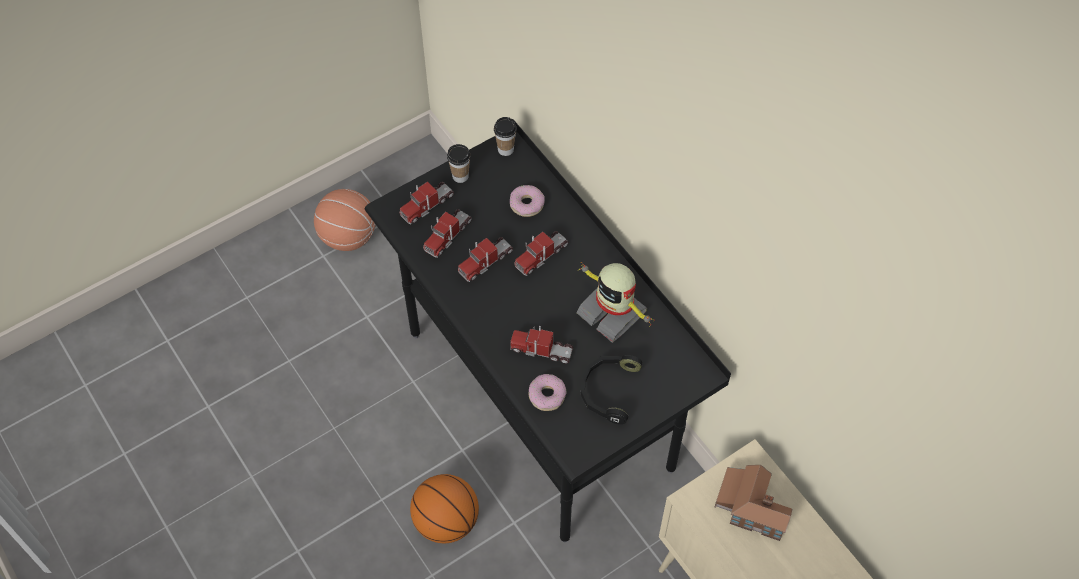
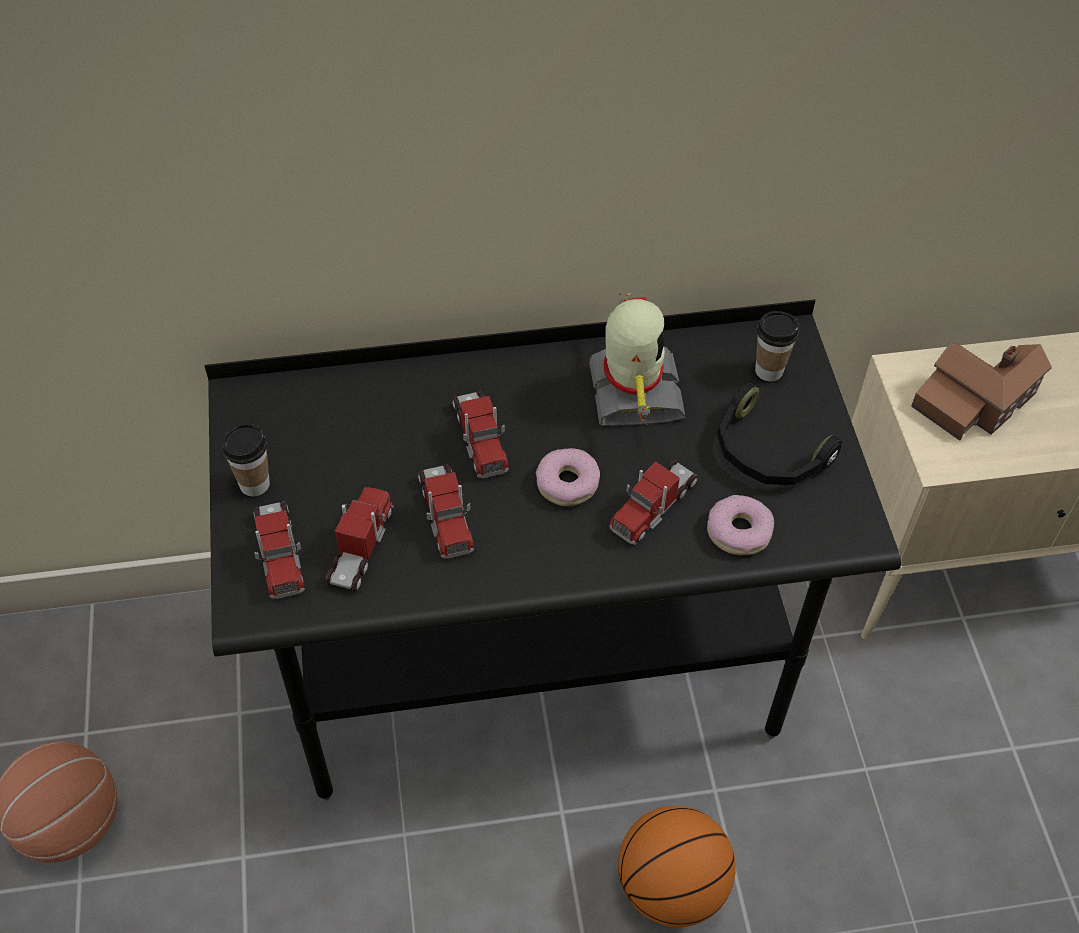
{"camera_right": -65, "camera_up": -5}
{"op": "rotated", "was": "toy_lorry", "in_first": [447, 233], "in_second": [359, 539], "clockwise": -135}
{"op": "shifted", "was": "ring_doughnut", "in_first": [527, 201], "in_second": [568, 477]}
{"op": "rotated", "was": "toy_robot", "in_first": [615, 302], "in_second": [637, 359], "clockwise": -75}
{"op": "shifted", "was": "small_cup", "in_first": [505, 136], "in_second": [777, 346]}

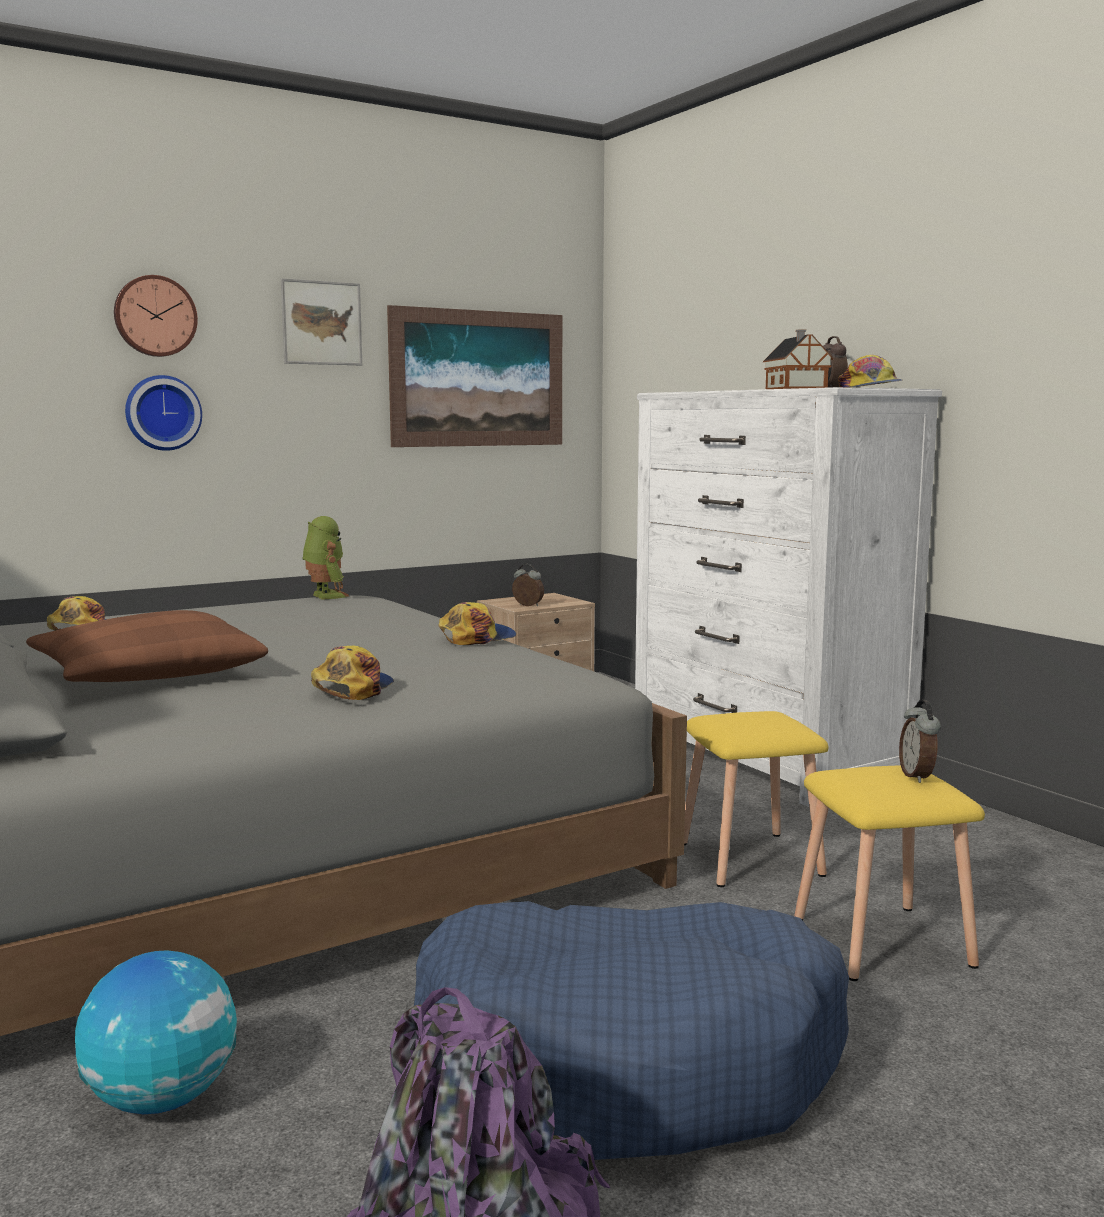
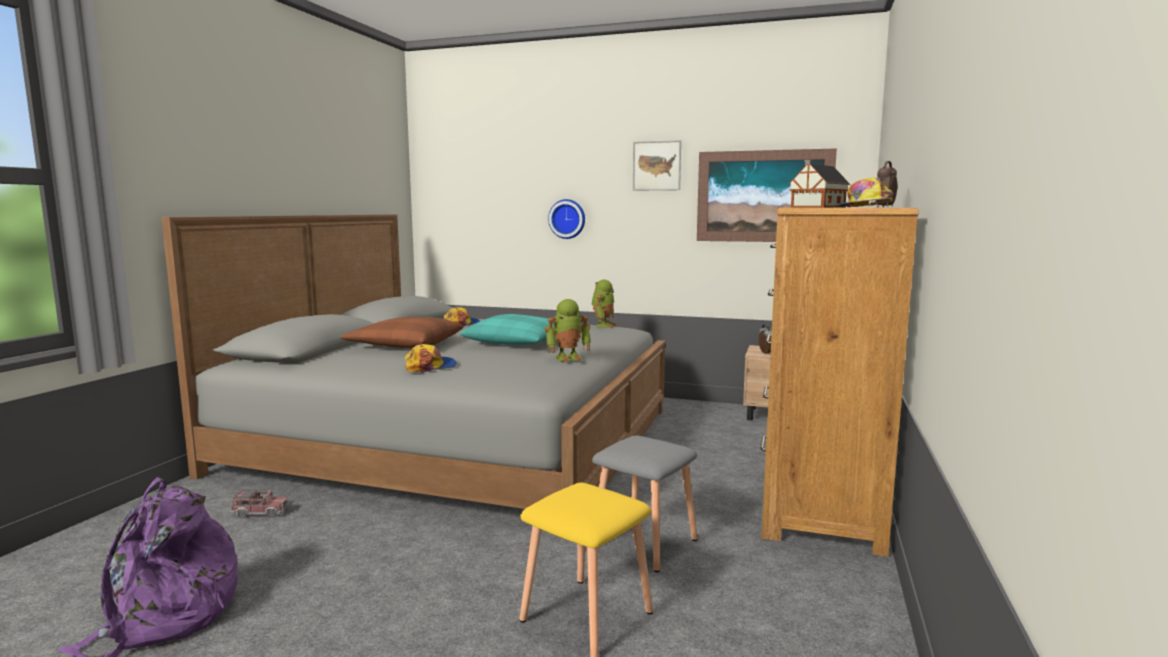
{"camera_right": 50, "camera_up": 0}
{"op": "swapped", "was": "world_globe", "now": "toy_lorry", "in_first": [156, 1032], "in_second": [260, 504]}
{"op": "new", "now": "turquoise_throw_pillow", "in_second": [507, 329]}
{"op": "swapped", "was": "baseball_cap", "now": "toy_robot", "in_first": [477, 623], "in_second": [568, 330]}
{"op": "repainted", "was": "yellowish_sitting_stool", "now": "greyish_sitting_stool", "in_first": [756, 799], "in_second": [645, 504]}
{"op": "repainted", "was": "whitish_drawer_chest", "now": "brown-coloured_drawer_chest", "in_first": [788, 597], "in_second": [839, 382]}
{"op": "gone", "was": "clock_on_the_wall", "in_first": [156, 316]}
{"op": "gone", "was": "blue_pet_bed", "in_first": [631, 1030]}
{"op": "gone", "was": "alarm_clock", "in_first": [920, 741]}

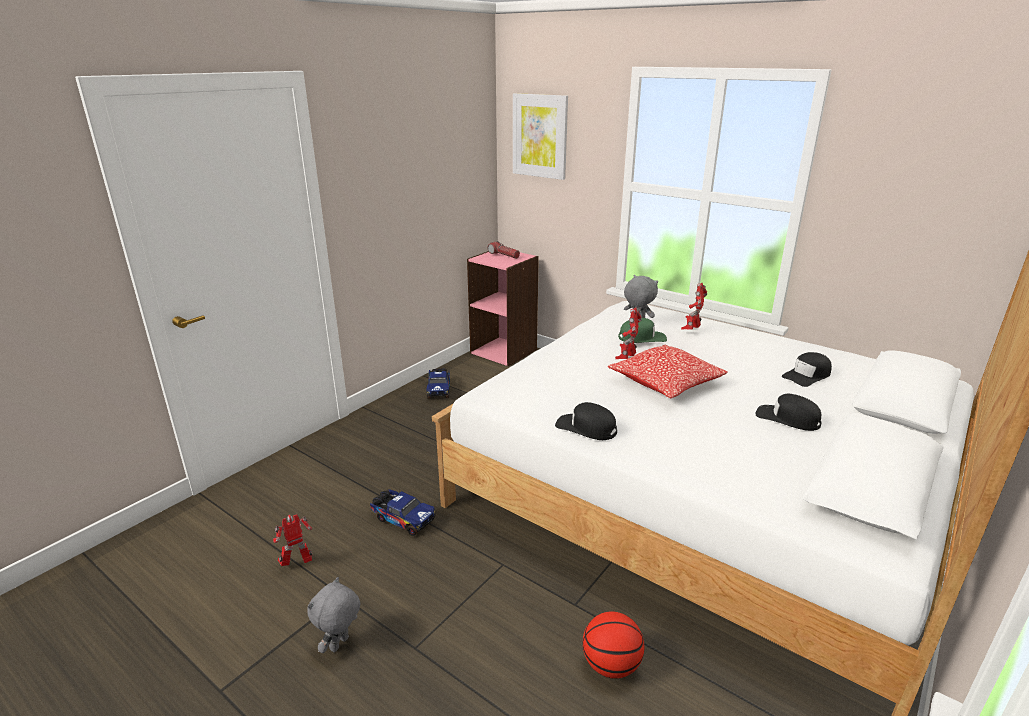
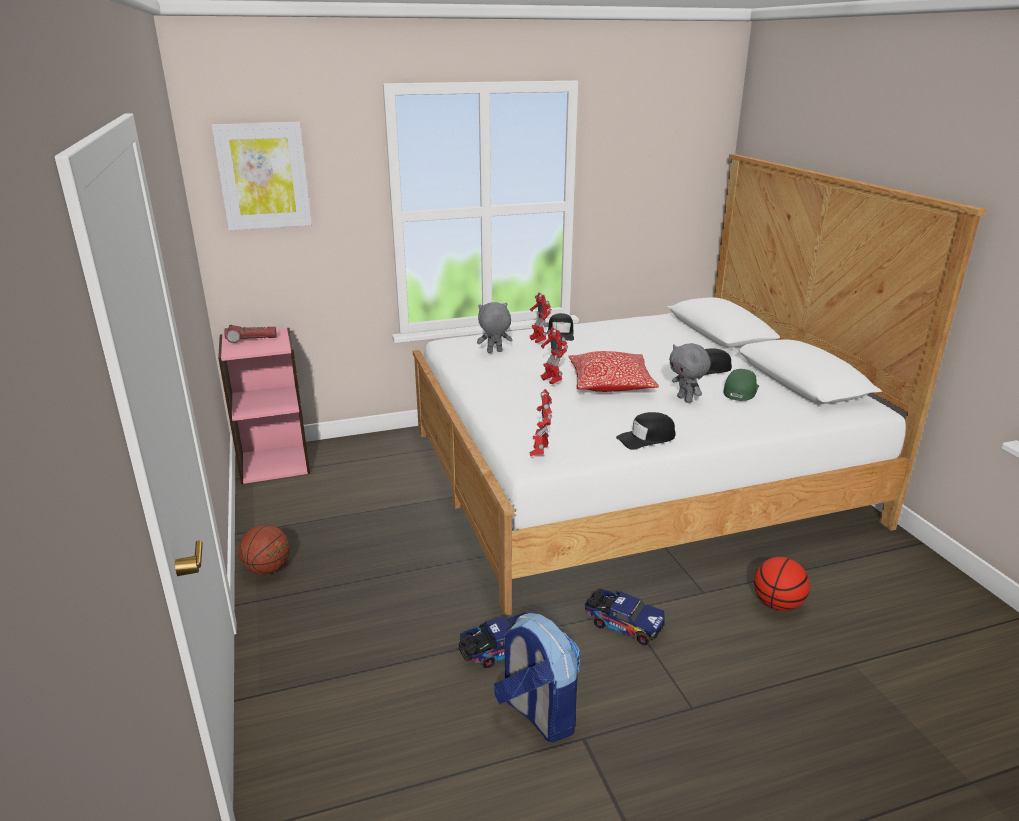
{"camera_right": -55, "camera_up": 0}
{"op": "new", "now": "ball_for_basketball", "in_second": [264, 550]}
{"op": "new", "now": "knapsack", "in_second": [537, 678]}
{"op": "shifted", "was": "toy_robot", "in_first": [292, 540], "in_second": [541, 422]}
{"op": "shifted", "was": "blackish_baseball_cap", "in_first": [807, 369], "in_second": [561, 327]}
{"op": "shifted", "was": "toy_lorry", "in_first": [438, 383], "in_second": [625, 617]}
{"op": "shifted", "was": "greyish_soft_toy", "in_first": [333, 615], "in_second": [690, 373]}
{"op": "shifted", "was": "greenish_baseball_cap", "in_first": [642, 330], "in_second": [741, 385]}

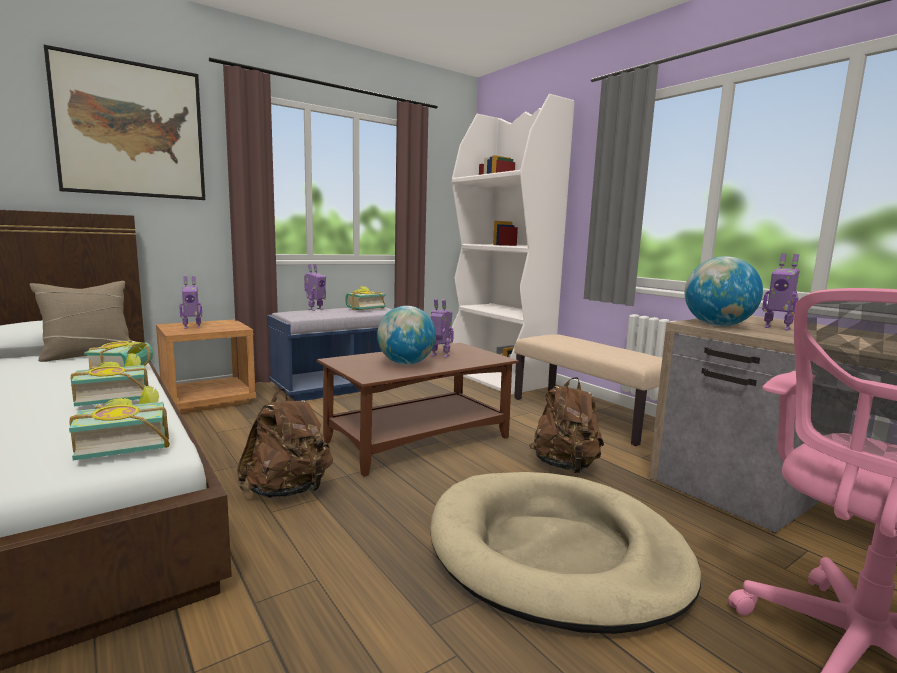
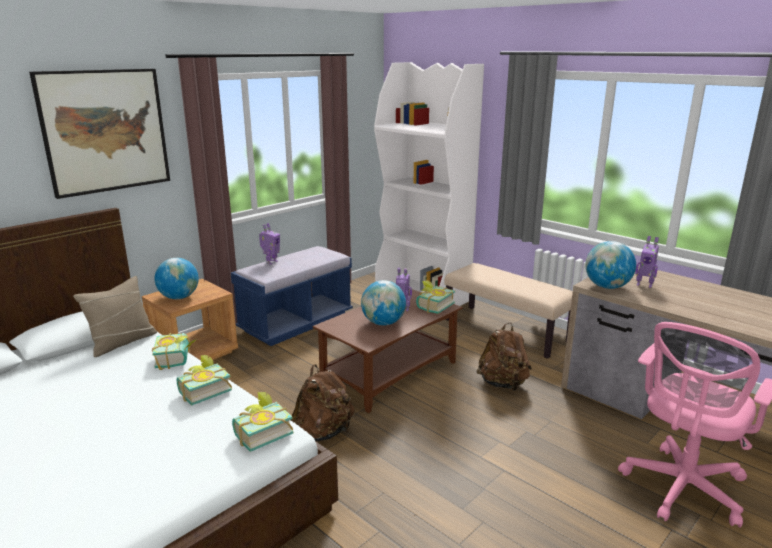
{"camera_right": -10, "camera_up": 10}
{"op": "swapped", "was": "toy_robot", "now": "world_globe", "in_first": [190, 302], "in_second": [177, 278]}
{"op": "shifted", "was": "volume", "in_first": [365, 298], "in_second": [435, 297]}
{"op": "gone", "was": "beige_pet_bed", "in_first": [565, 553]}

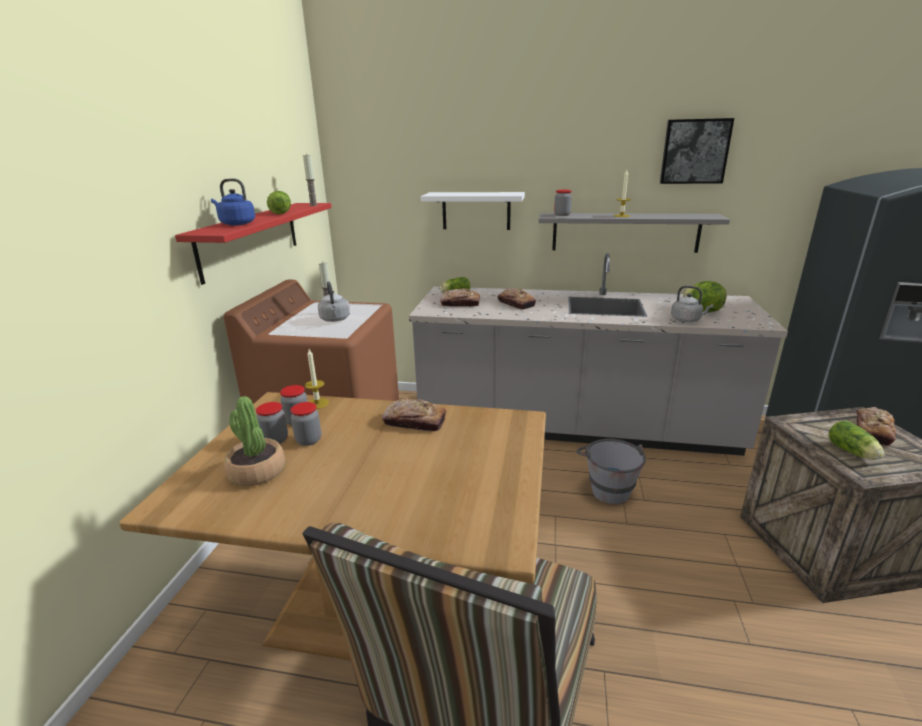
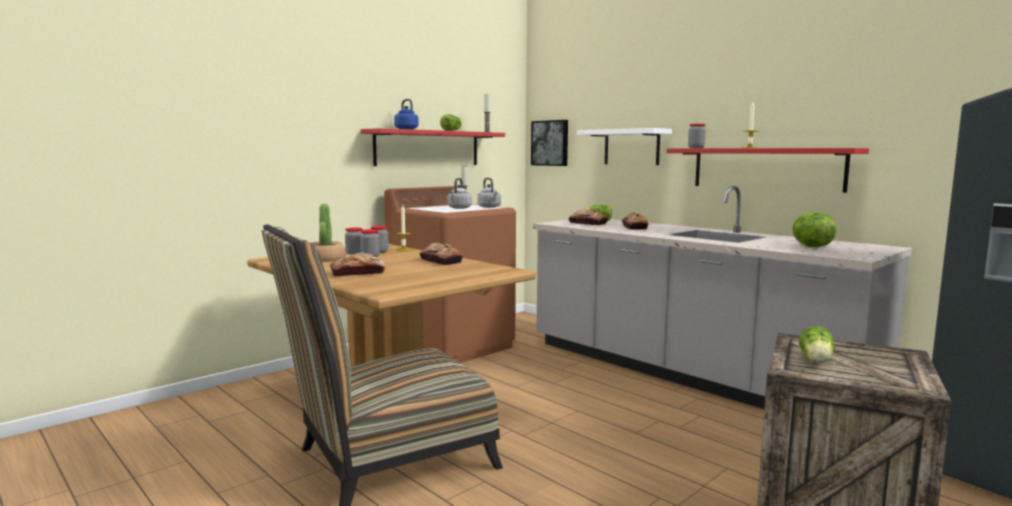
{"camera_right": 35, "camera_up": -15}
{"op": "shifted", "was": "bakery_bread", "in_first": [876, 427], "in_second": [357, 264]}
{"op": "shifted", "was": "greyish_kettle", "in_first": [692, 304], "in_second": [489, 193]}
{"op": "shifted", "was": "wall_art", "in_first": [697, 151], "in_second": [549, 143]}
{"op": "repainted", "was": "greyish_wall_shelf", "now": "red_wall_shelf", "in_first": [634, 233], "in_second": [768, 170]}
{"op": "gone", "was": "greyish_pail", "in_first": [611, 472]}

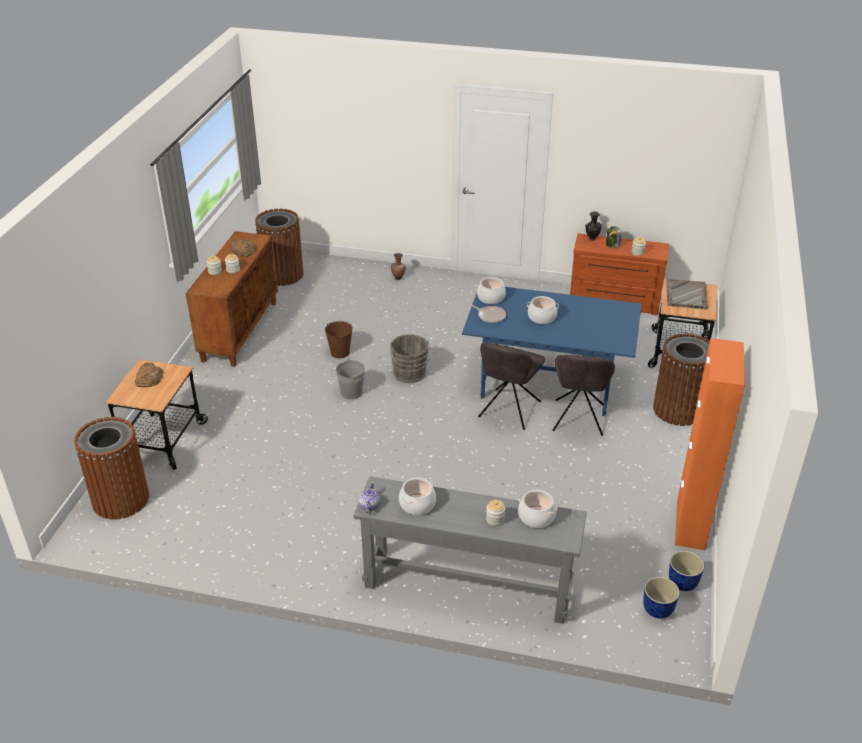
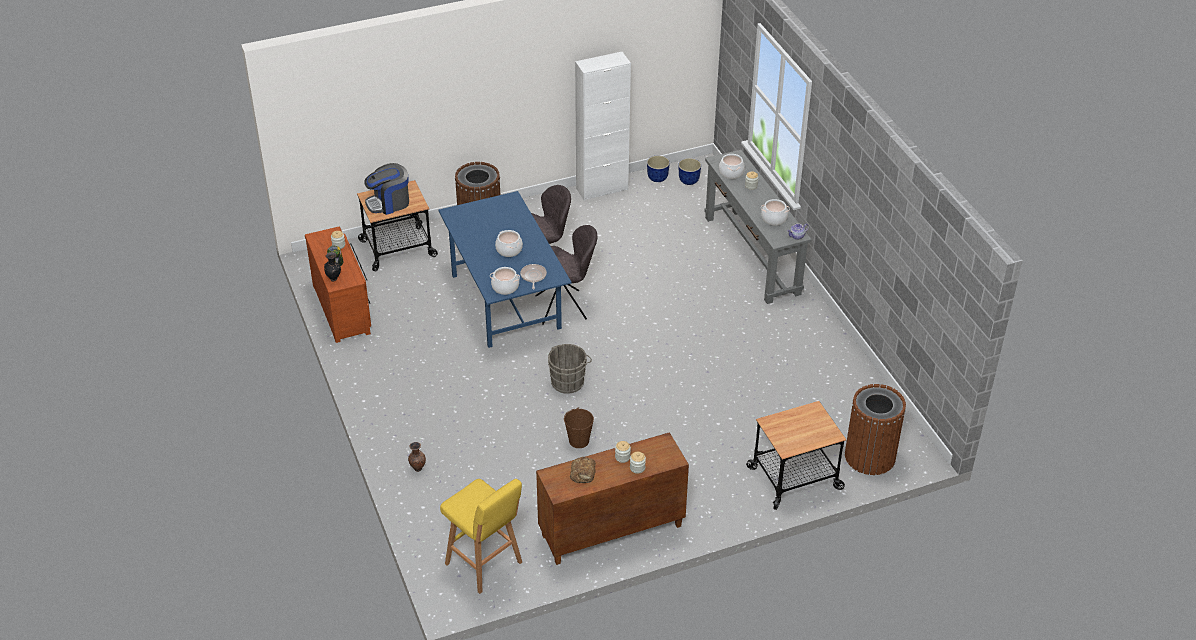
{"camera_right": -125, "camera_up": 5}
{"op": "swapped", "was": "greyish_serving_tray", "now": "coffee_machine", "in_first": [687, 294], "in_second": [386, 189]}
{"op": "swapped", "was": "brown-coloured_rubbish_bin", "now": "yellowish_sitting_stool", "in_first": [279, 247], "in_second": [481, 536]}
{"op": "repainted", "was": "orangey_cabinet", "now": "whitish_cabinet", "in_first": [710, 444], "in_second": [603, 126]}
{"op": "gone", "was": "bakery_bread", "in_first": [149, 375]}
{"op": "gone", "was": "greyish_pail", "in_first": [350, 378]}

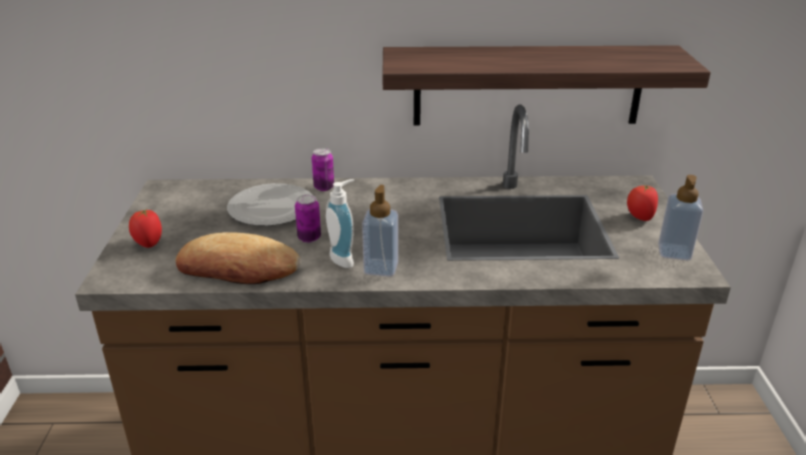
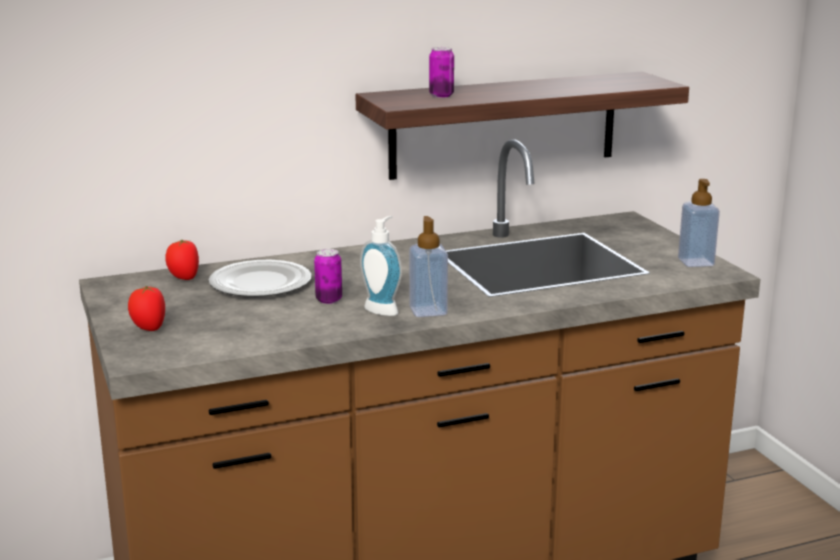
{"camera_right": -20, "camera_up": -10}
{"op": "shifted", "was": "tomato", "in_first": [642, 202], "in_second": [182, 260]}
{"op": "shifted", "was": "sealed_can", "in_first": [323, 169], "in_second": [441, 72]}
{"op": "gone", "was": "bakery_bread", "in_first": [238, 258]}

